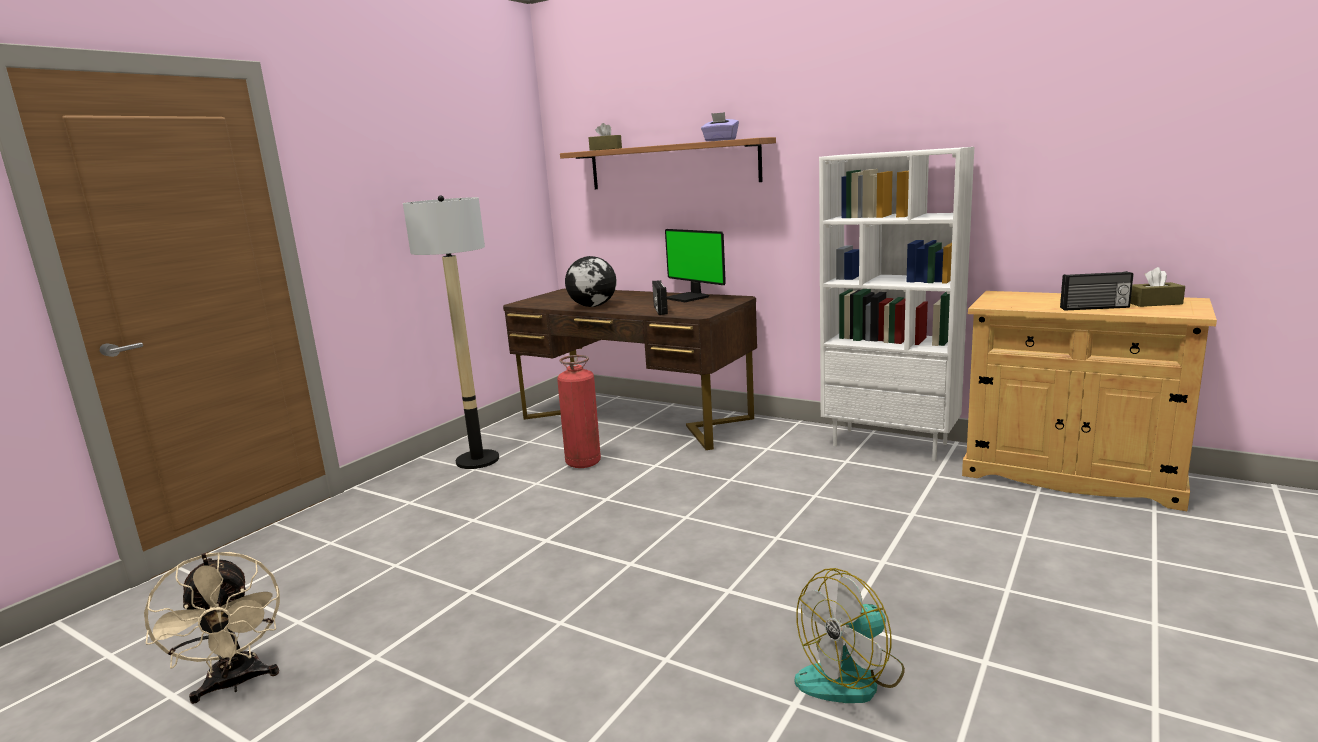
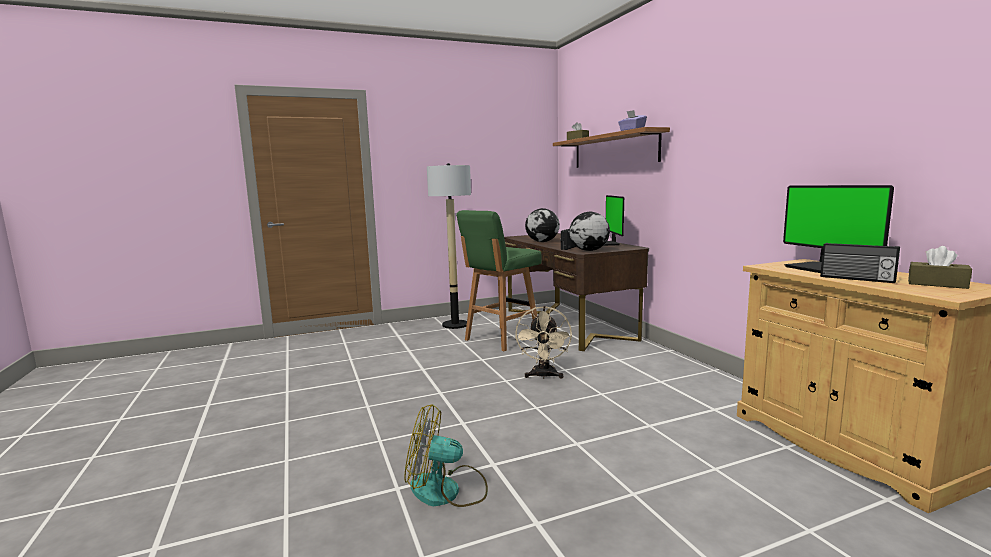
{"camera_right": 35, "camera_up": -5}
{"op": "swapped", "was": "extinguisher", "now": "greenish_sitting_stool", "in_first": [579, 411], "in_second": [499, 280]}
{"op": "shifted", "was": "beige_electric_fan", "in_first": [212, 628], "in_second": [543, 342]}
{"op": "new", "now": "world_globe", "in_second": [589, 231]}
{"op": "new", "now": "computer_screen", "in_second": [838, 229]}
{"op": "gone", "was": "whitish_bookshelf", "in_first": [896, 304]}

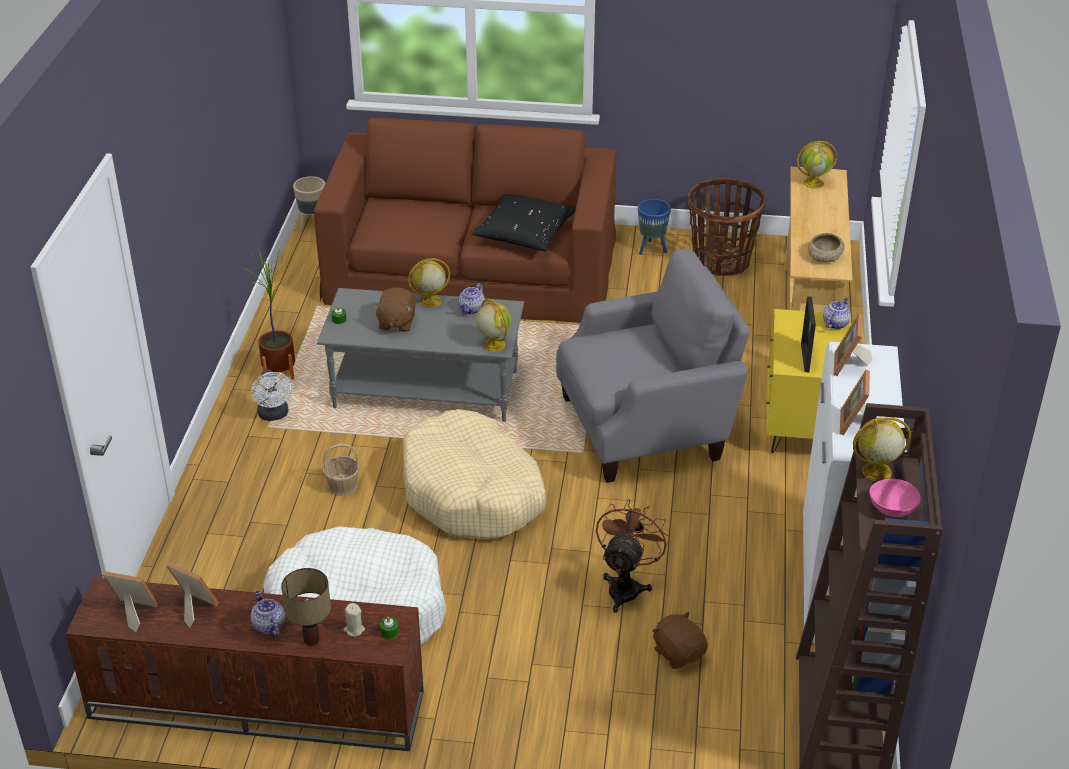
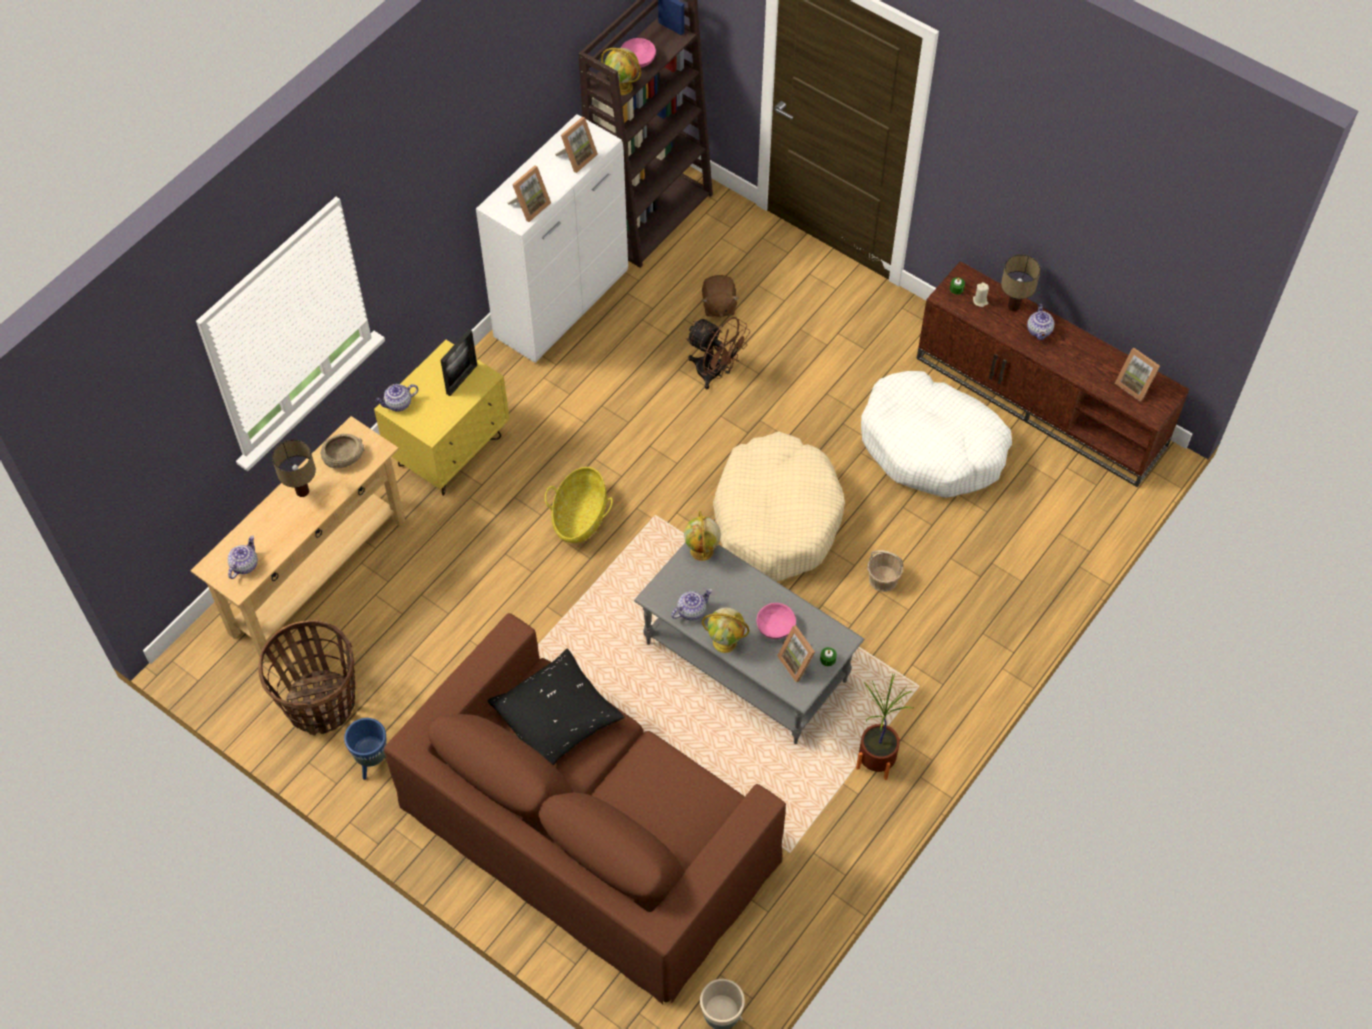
{"camera_right": -150, "camera_up": 20}
{"op": "swapped", "was": "world_globe", "now": "tea_pot", "in_first": [817, 165], "in_second": [243, 557]}
{"op": "new", "now": "tabletop_lamp", "in_second": [294, 468]}
{"op": "swapped", "was": "greyish_lounge_chair", "now": "household_basket", "in_first": [653, 366], "in_second": [579, 505]}
{"op": "rotated", "was": "brown-coloured_electric_fan", "in_first": [633, 556], "in_second": [718, 353], "clockwise": -105}
{"op": "swapped", "was": "brown-coloured_soft_toy", "now": "pink-coloured_bowl", "in_first": [394, 310], "in_second": [776, 621]}
{"op": "shifted", "was": "picture_frame", "in_first": [192, 595], "in_second": [796, 653]}
{"op": "gone", "was": "whitish_electric_fan", "in_first": [271, 395]}

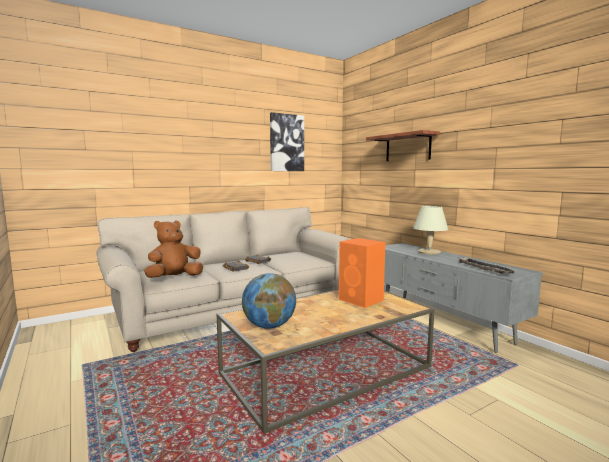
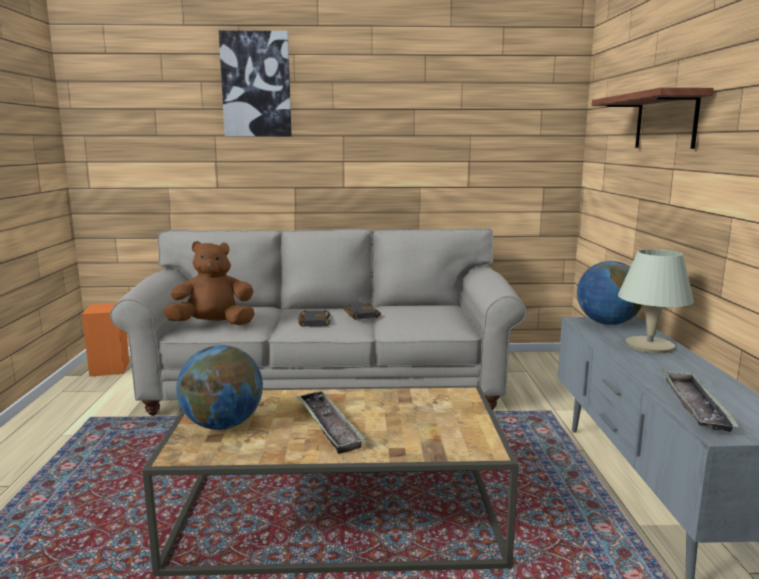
{"camera_right": 30, "camera_up": 5}
{"op": "shifted", "was": "orangey_loudspeaker", "in_first": [362, 273], "in_second": [105, 340]}
{"op": "shifted", "was": "wall_art", "in_first": [287, 141], "in_second": [255, 83]}
{"op": "new", "now": "serving_tray", "in_second": [331, 422]}
{"op": "new", "now": "world_globe", "in_second": [609, 293]}

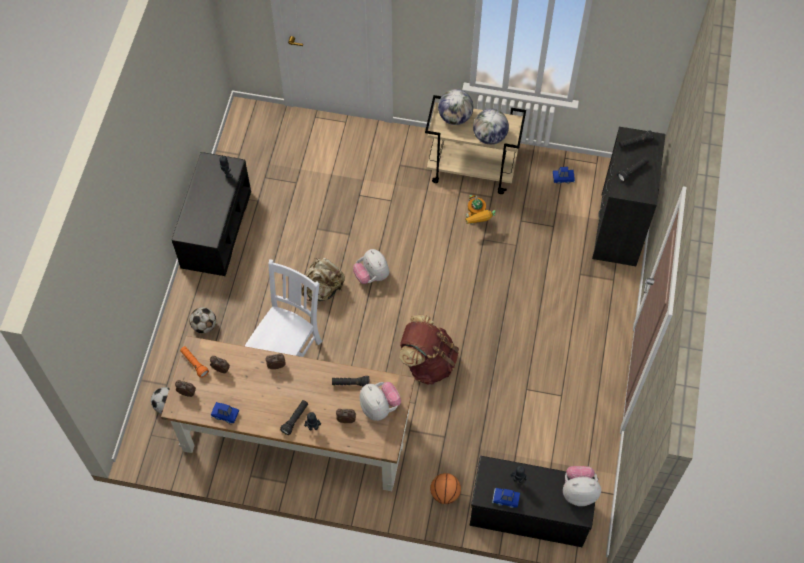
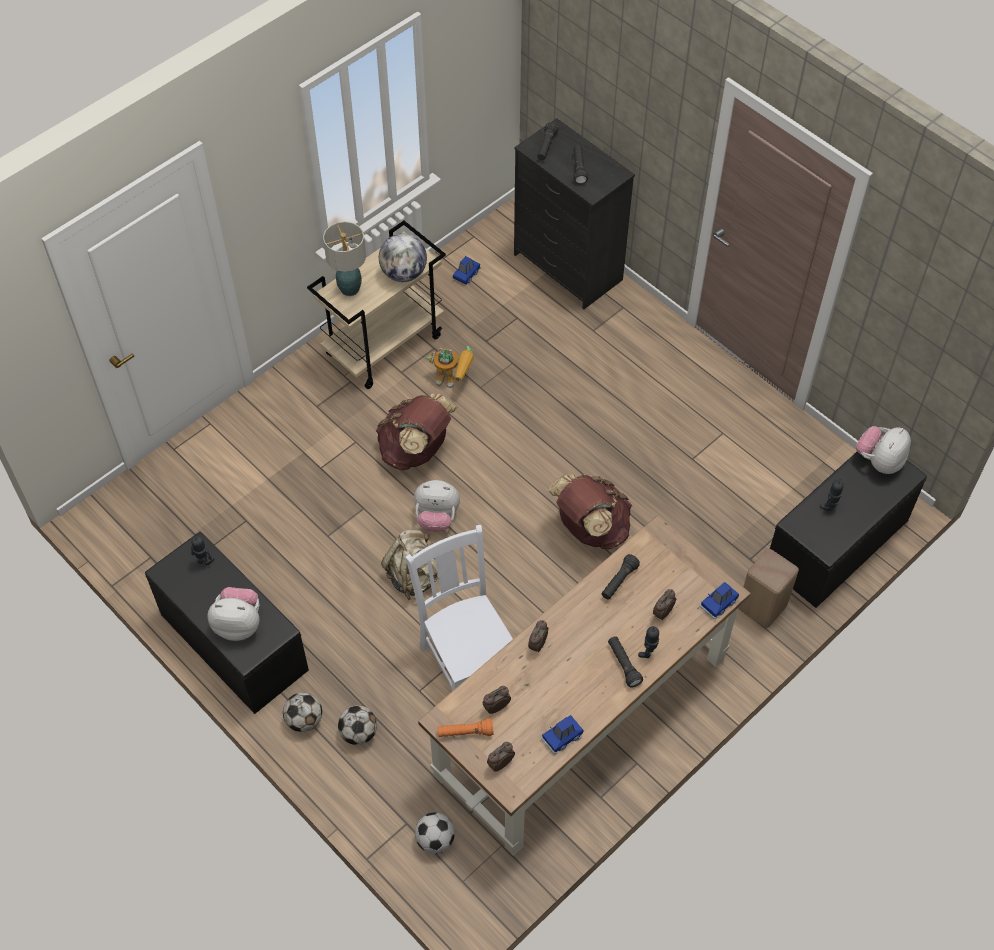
{"camera_right": -55, "camera_up": -5}
{"op": "shifted", "was": "soft_toy", "in_first": [380, 401], "in_second": [233, 614]}
{"op": "new", "now": "football_ball", "in_second": [302, 712]}
{"op": "swapped", "was": "world_globe", "now": "tabletop_lamp", "in_first": [455, 107], "in_second": [344, 258]}
{"op": "new", "now": "brown-coloured_knapsack", "in_second": [416, 432]}
{"op": "shifted", "was": "blue_toy_car", "in_first": [506, 498], "in_second": [719, 600]}
{"op": "swapped", "was": "ball_for_basketball", "now": "beige_sitting_stool", "in_first": [445, 488], "in_second": [768, 588]}

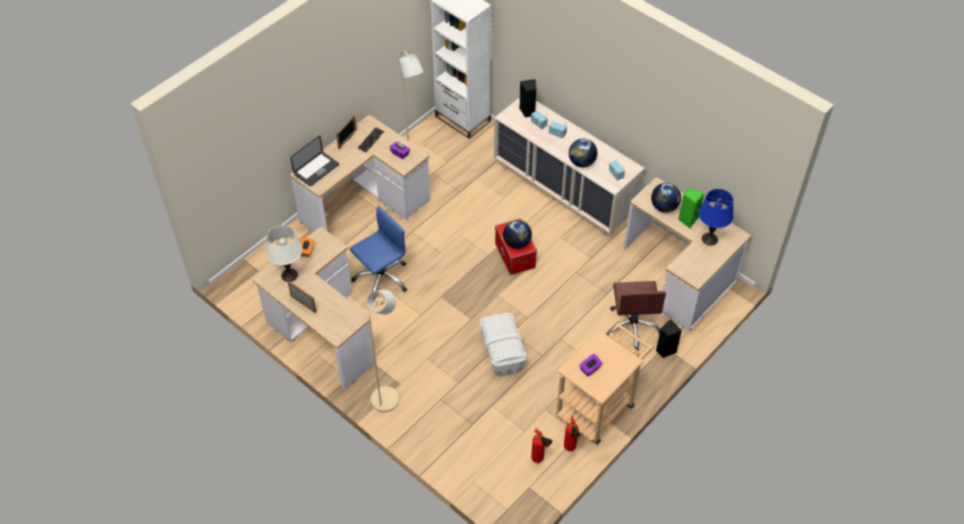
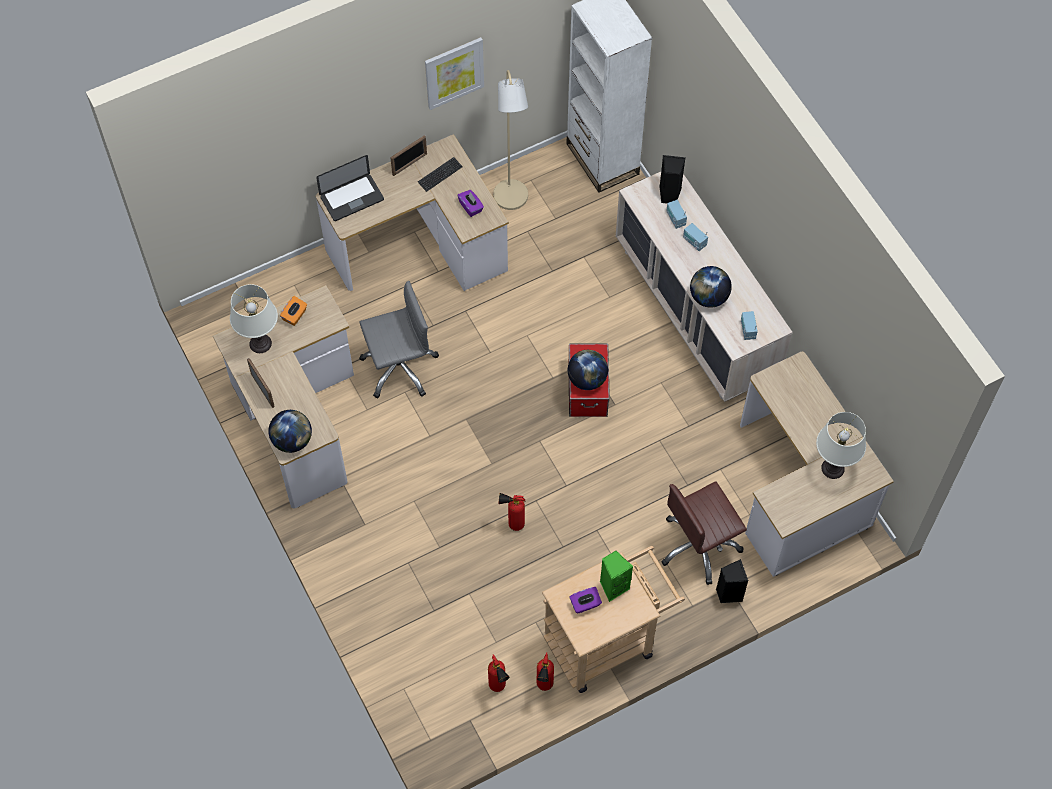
{"camera_right": 20, "camera_up": 10}
{"op": "shifted", "was": "world_globe", "in_first": [666, 197], "in_second": [290, 431]}
{"op": "repainted", "was": "blue_office_chair", "now": "greyish_office_chair", "in_first": [378, 254], "in_second": [399, 339]}
{"op": "new", "now": "wall_art", "in_second": [454, 73]}
{"op": "swapped", "was": "whitish_storage_bin", "now": "extinguisher", "in_first": [503, 345], "in_second": [512, 512]}
{"op": "shifted", "was": "greenish_loudspeaker", "in_first": [691, 208], "in_second": [616, 576]}
{"op": "rotated", "was": "brown-coloured_office_chair", "in_first": [636, 316], "in_second": [704, 533], "clockwise": 45}
{"op": "repainted", "was": "blue_tabletop_lamp", "now": "whitish_tabletop_lamp", "in_first": [715, 217], "in_second": [841, 445]}
{"op": "gone", "was": "beige_standing_lamp", "in_first": [383, 351]}

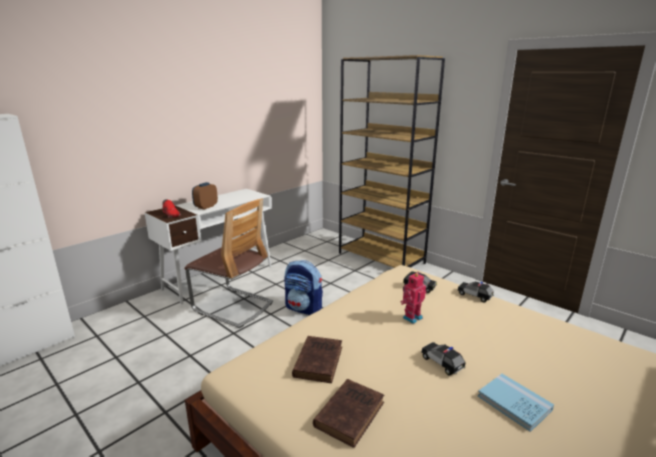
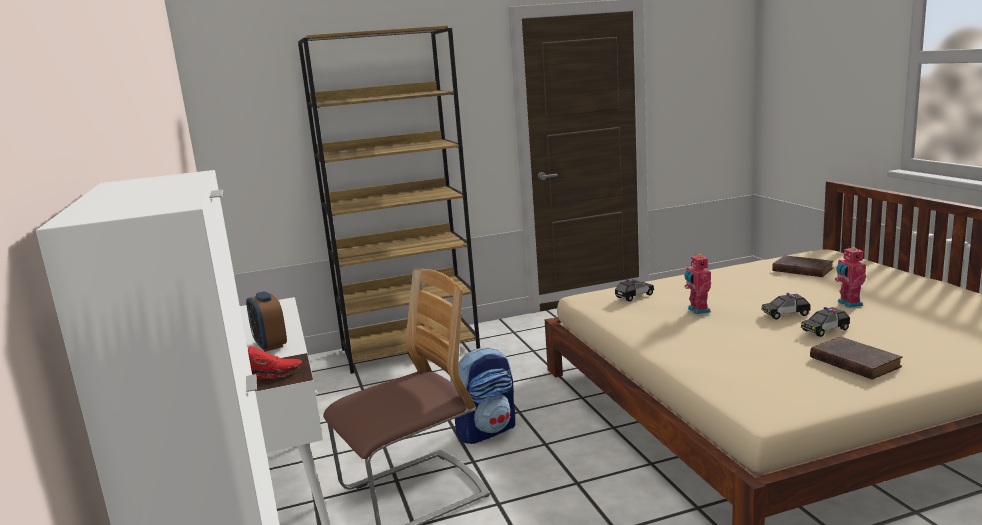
{"camera_right": -60, "camera_up": -5}
{"op": "shifted", "was": "brown-coloured_volume", "in_first": [317, 359], "in_second": [802, 266]}
{"op": "shifted", "was": "toy_car", "in_first": [476, 291], "in_second": [825, 322]}
{"op": "swapped", "was": "blue_volume", "now": "toy_robot", "in_first": [516, 403], "in_second": [850, 277]}

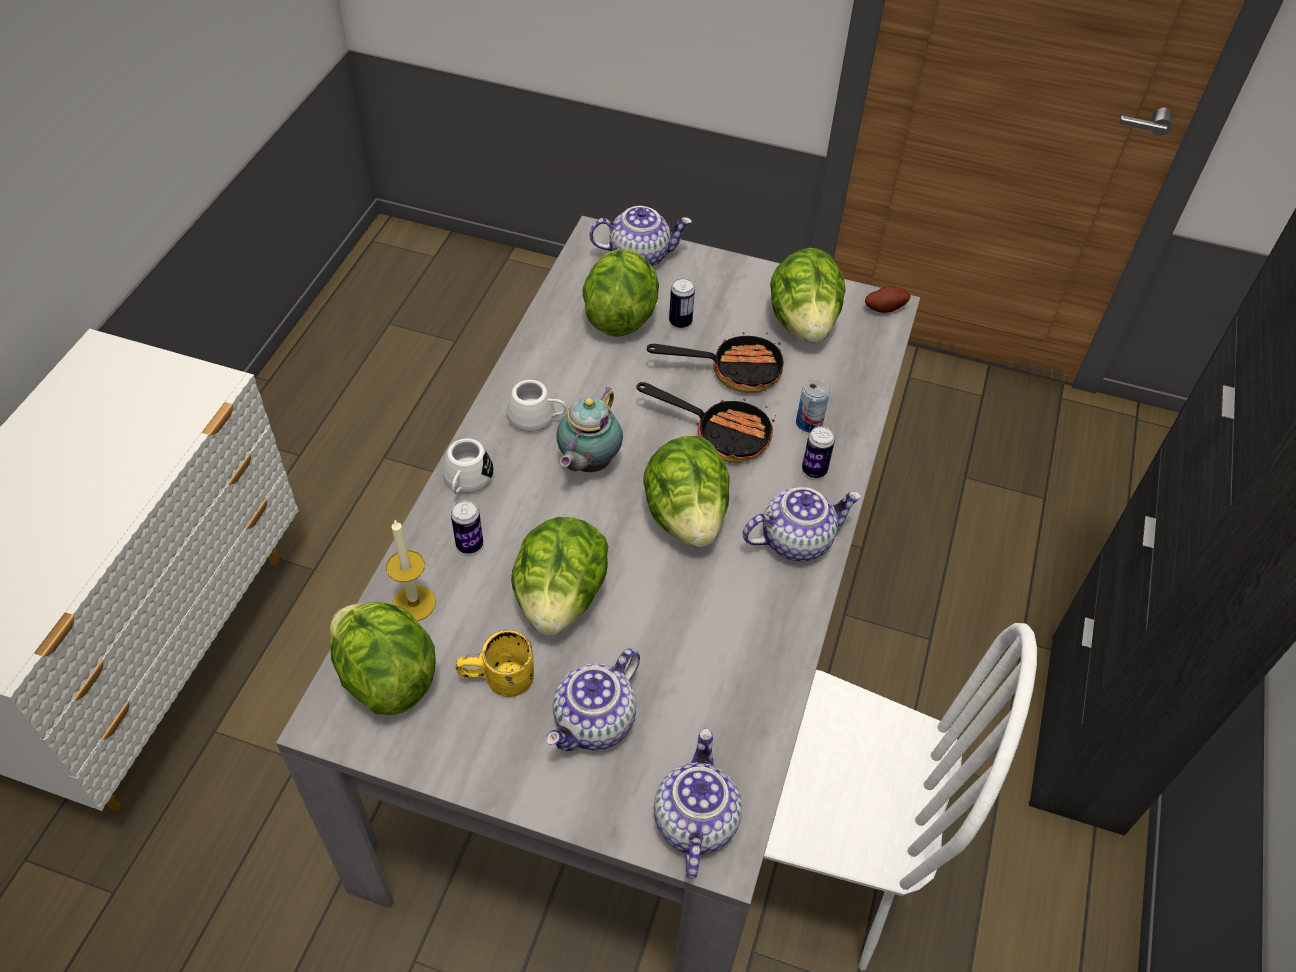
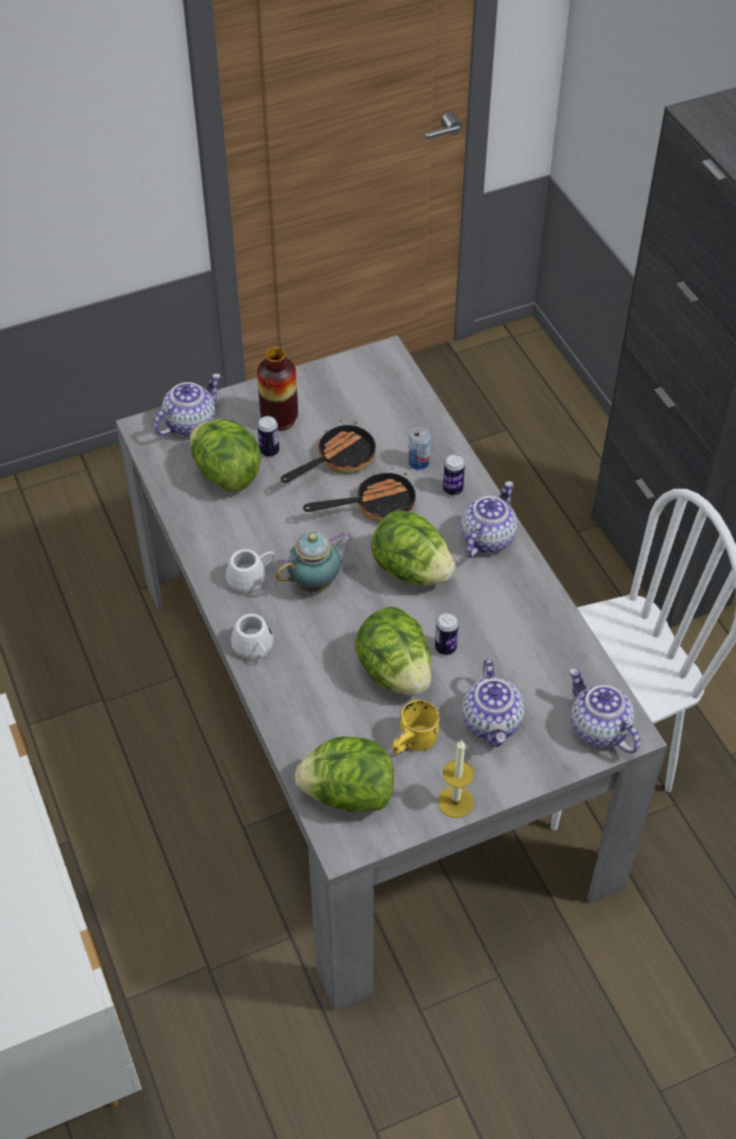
{"camera_right": -40, "camera_up": 0}
{"op": "new", "now": "decorative_vase", "in_second": [277, 389]}
{"op": "rotated", "was": "tea_pot", "in_first": [589, 429], "in_second": [315, 562], "clockwise": -105}
{"op": "shifted", "was": "sealed_can", "in_first": [467, 527], "in_second": [447, 634]}
{"op": "shifted", "was": "wax_light", "in_first": [411, 570], "in_second": [456, 778]}
{"op": "gone", "was": "lettuce", "in_first": [807, 295]}
{"op": "gone", "was": "spud", "in_first": [888, 299]}

